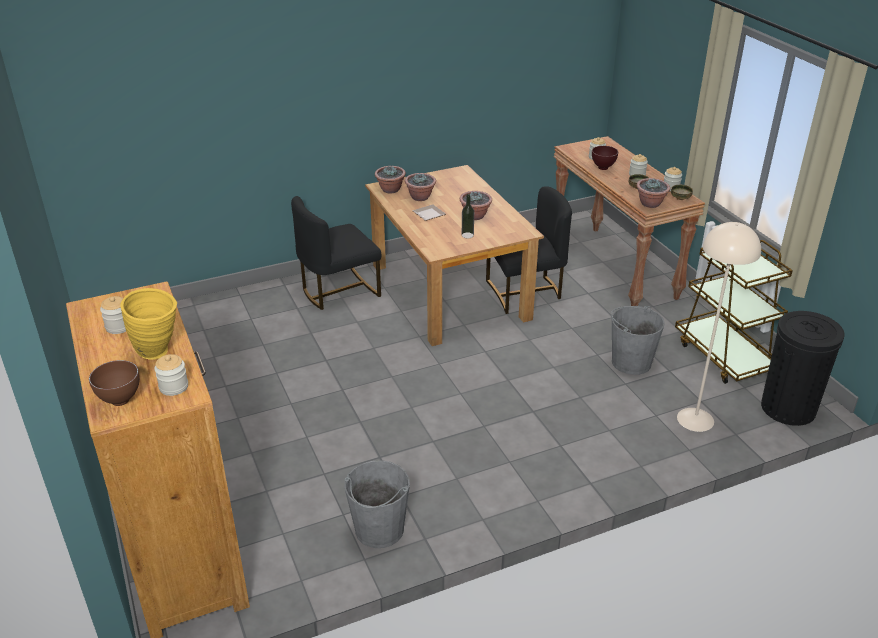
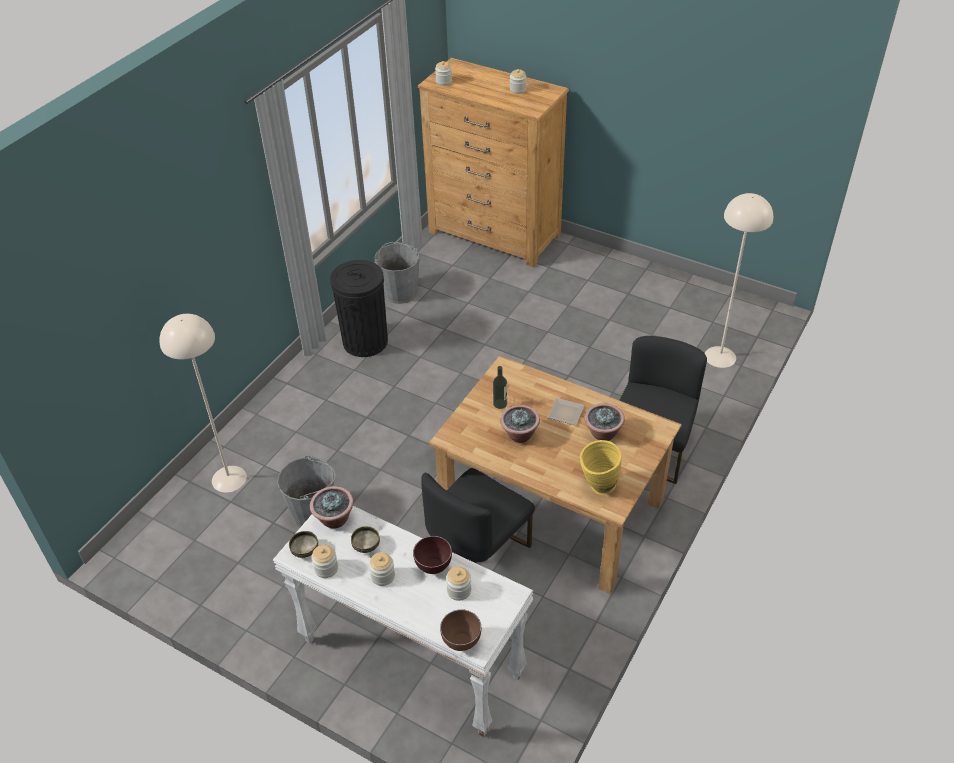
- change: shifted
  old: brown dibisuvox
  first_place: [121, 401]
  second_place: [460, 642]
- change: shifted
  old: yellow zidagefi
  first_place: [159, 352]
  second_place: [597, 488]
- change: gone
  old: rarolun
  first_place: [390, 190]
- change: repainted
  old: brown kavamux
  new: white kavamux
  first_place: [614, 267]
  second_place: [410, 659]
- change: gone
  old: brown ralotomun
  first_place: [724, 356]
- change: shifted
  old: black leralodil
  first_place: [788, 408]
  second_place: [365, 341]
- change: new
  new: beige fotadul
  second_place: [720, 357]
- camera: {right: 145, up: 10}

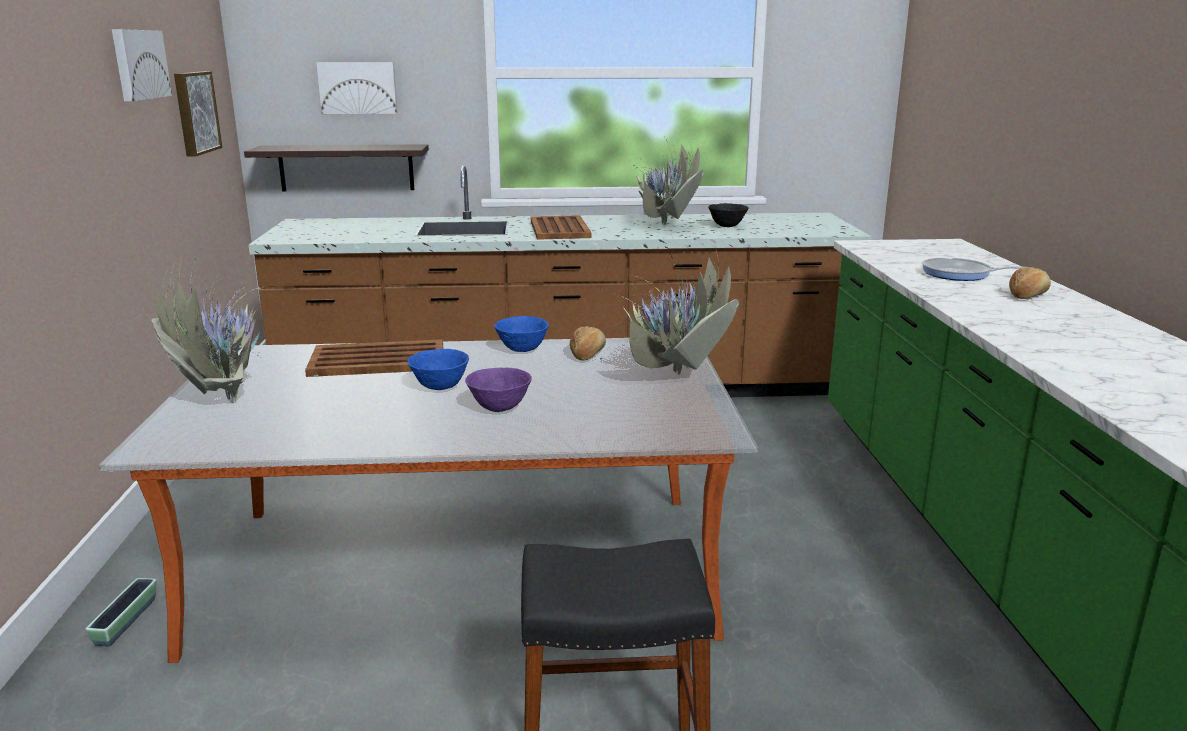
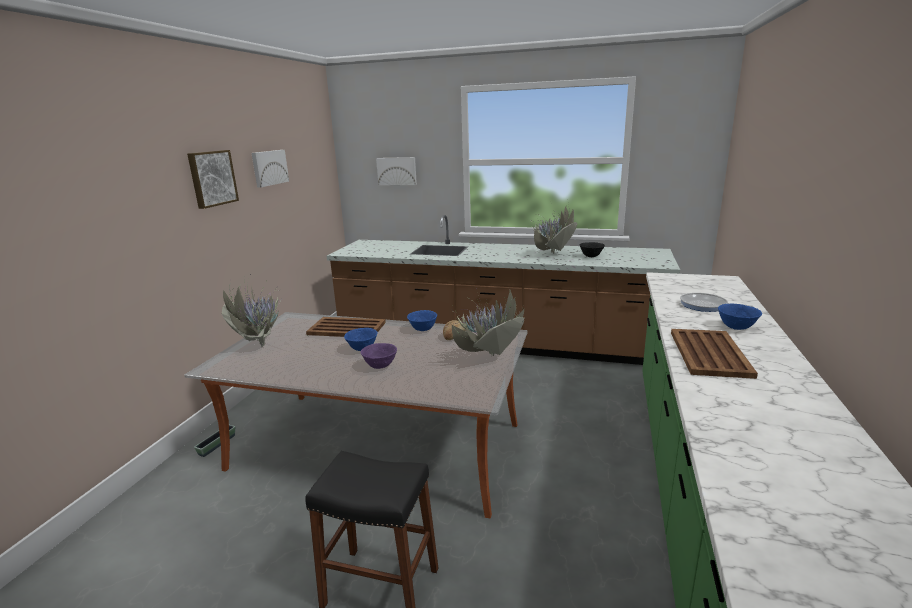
- change: shifted
  old: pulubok
  first_place: [194, 112]
  second_place: [212, 178]
- change: gone
  old: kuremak
  first_place: [346, 167]
- change: shifted
  old: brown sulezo
  first_place: [559, 229]
  second_place: [709, 353]
- change: swapped
  old: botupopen
  new: blue dibisuvox
  first_place: [1027, 296]
  second_place: [736, 328]
- camera: {right: 20, up: 0}

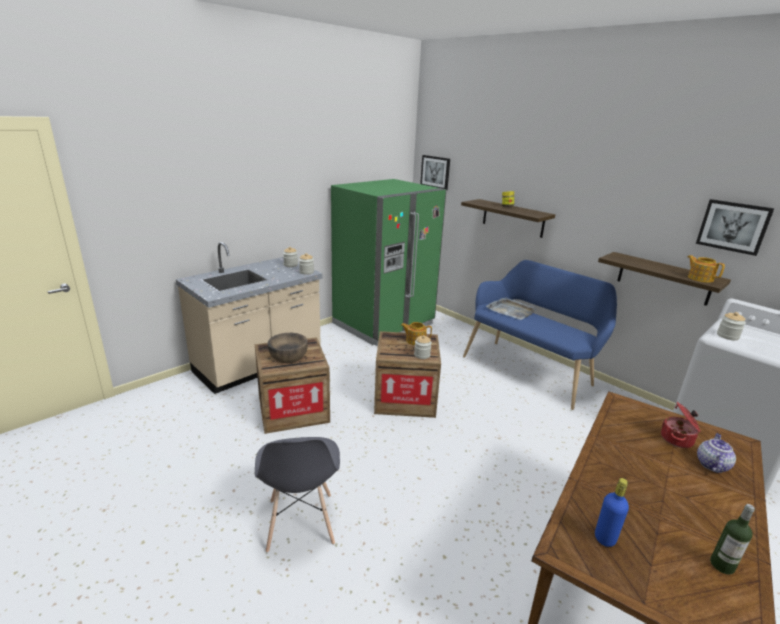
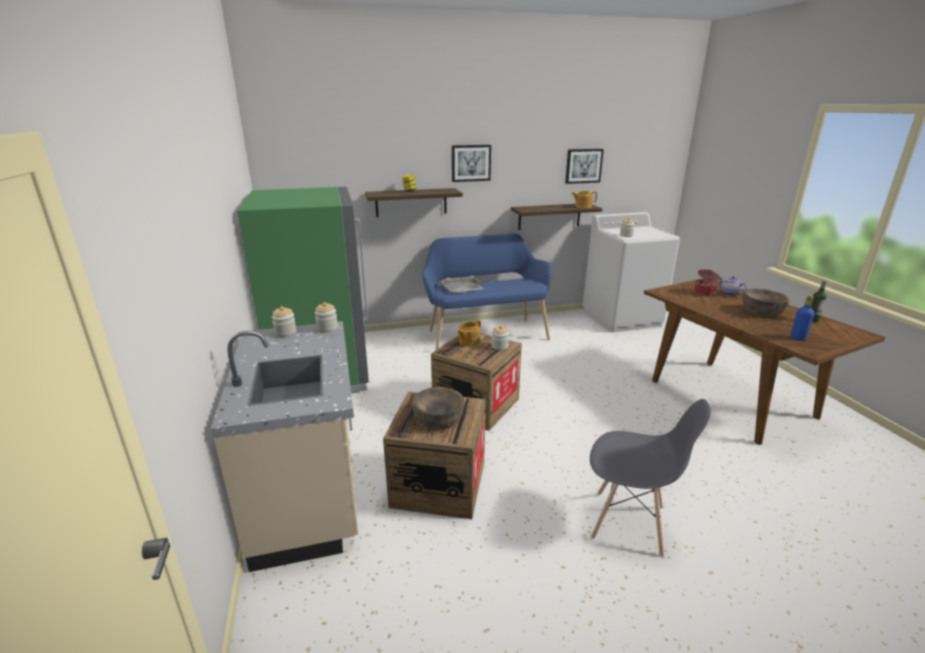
- change: shifted
  old: pulubok
  first_place: [435, 172]
  second_place: [471, 163]
- change: new
  new: brown dibisuvox
  second_place: [762, 311]
- camera: {right: -60, up: 0}

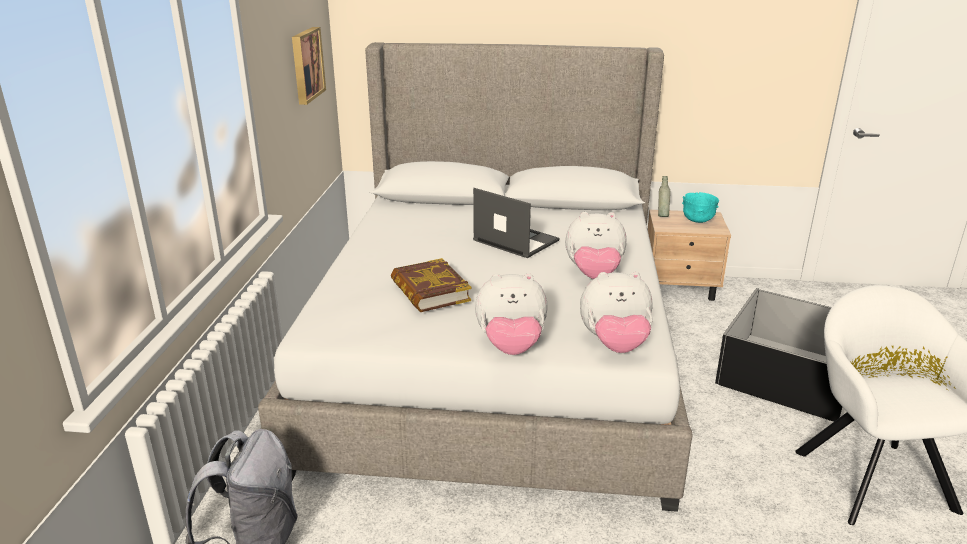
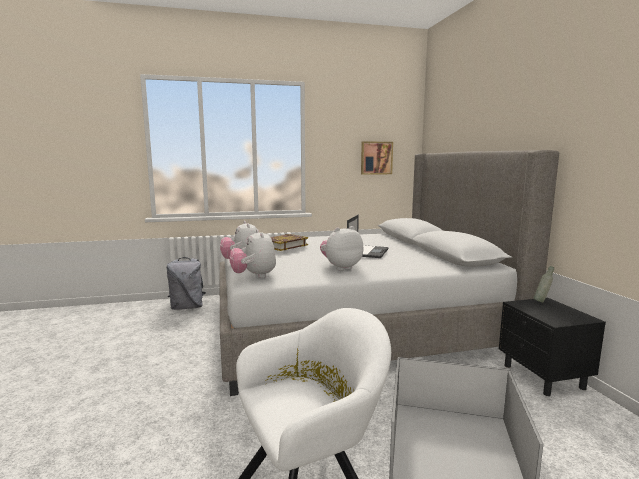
- change: rotated
  old: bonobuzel
  first_place: [594, 275]
  second_place: [340, 267]
  degrees: 75
- change: repainted
  old: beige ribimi
  new: black ribimi
  first_place: [681, 288]
  second_place: [543, 377]
- change: gone
  old: turquoise dibisuvox
  first_place: [697, 220]
- camera: {right: 70, up: -15}

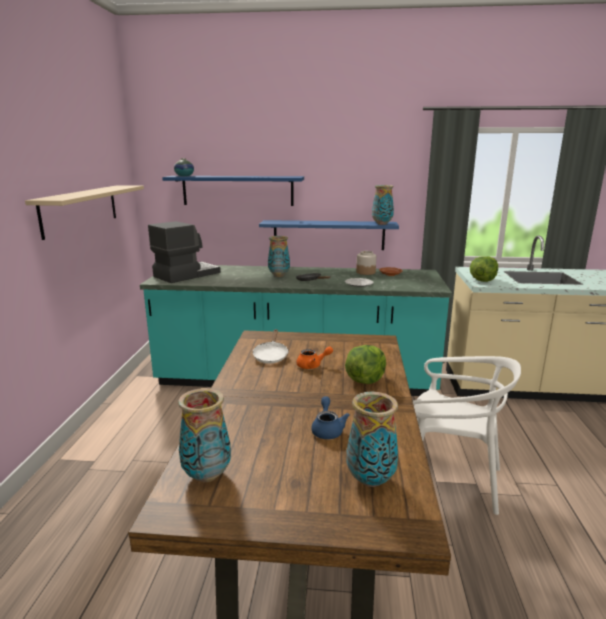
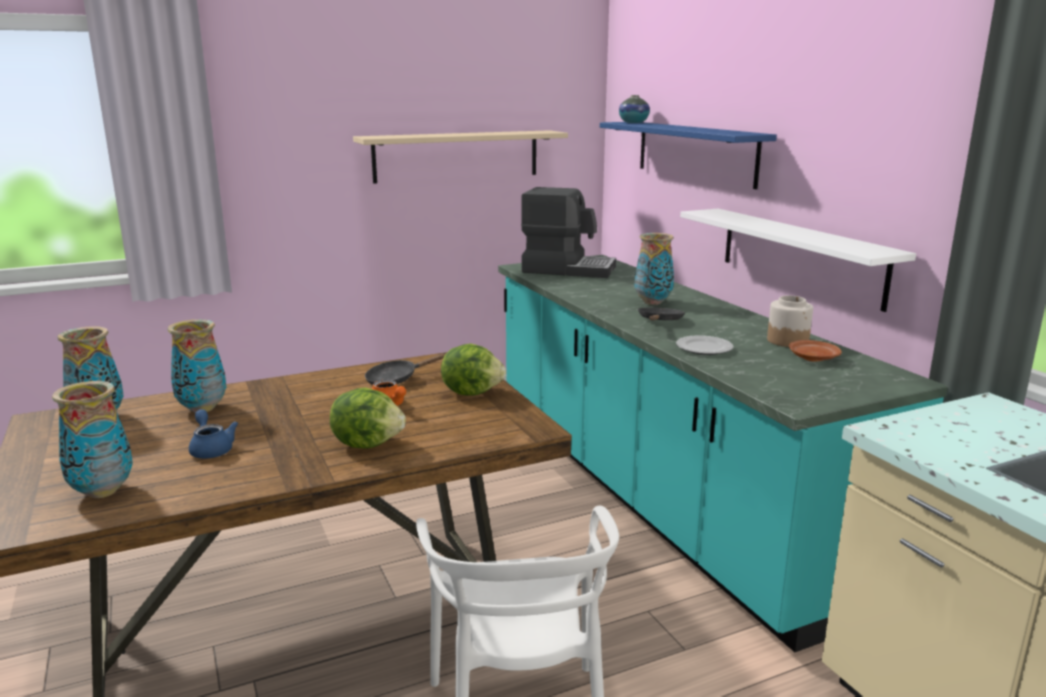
- change: repainted
  old: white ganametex
  new: black ganametex
  first_place: [271, 356]
  second_place: [396, 379]
- change: repainted
  old: blue kuremak
  new: white kuremak
  first_place: [328, 235]
  second_place: [800, 256]
- change: rotated
  old: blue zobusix
  first_place: [327, 429]
  second_place: [211, 449]
  degrees: -90
- change: shifted
  old: zidagefi
  first_place: [381, 224]
  second_place: [202, 409]
- change: shifted
  old: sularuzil
  first_place: [482, 280]
  second_place: [472, 392]
- camera: {right: 60, up: 0}

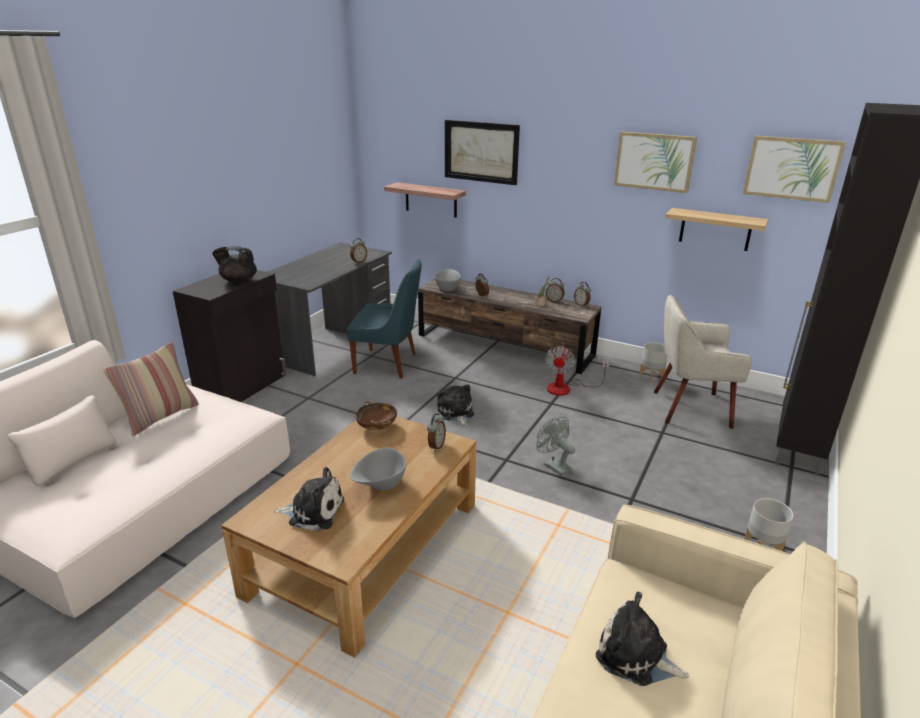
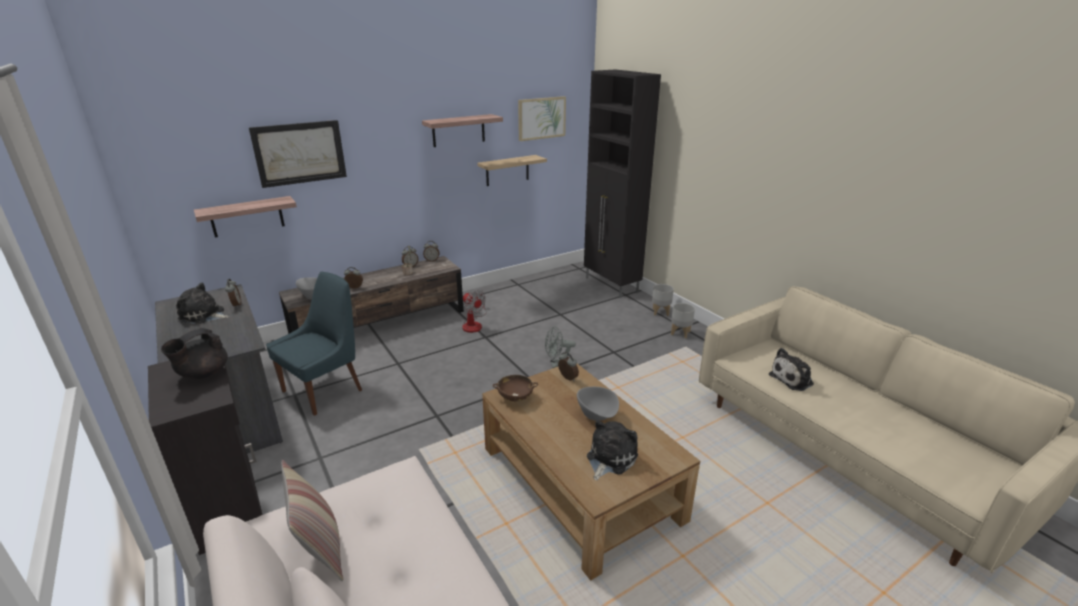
- change: shifted
  old: bonobuzel
  first_place: [456, 413]
  second_place: [204, 315]
- change: swapped
  old: pulubok
  new: kuremak
  first_place: [654, 161]
  second_place: [458, 130]
- change: shifted
  old: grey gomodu
  first_place: [651, 376]
  second_place: [660, 312]
- change: gone
  old: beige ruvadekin
  first_place: [690, 408]
- camera: {right: -60, up: 0}

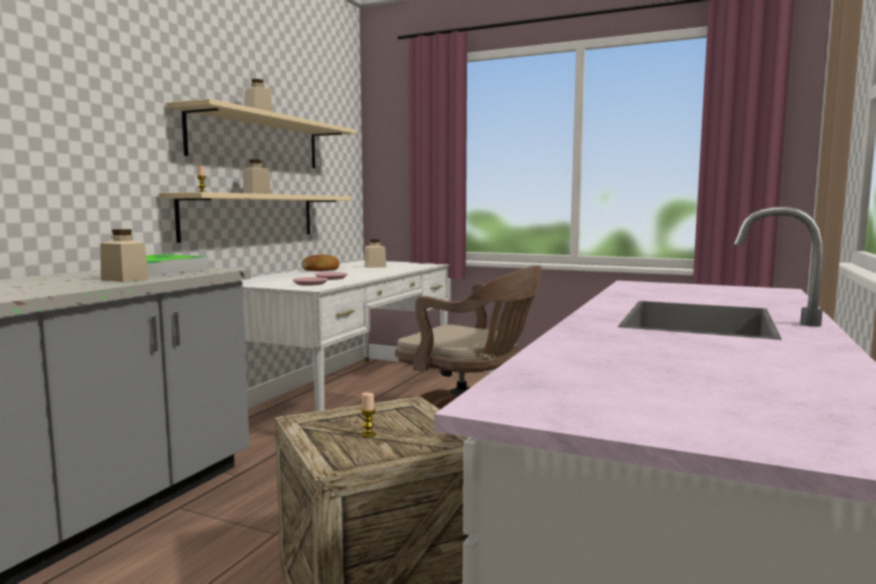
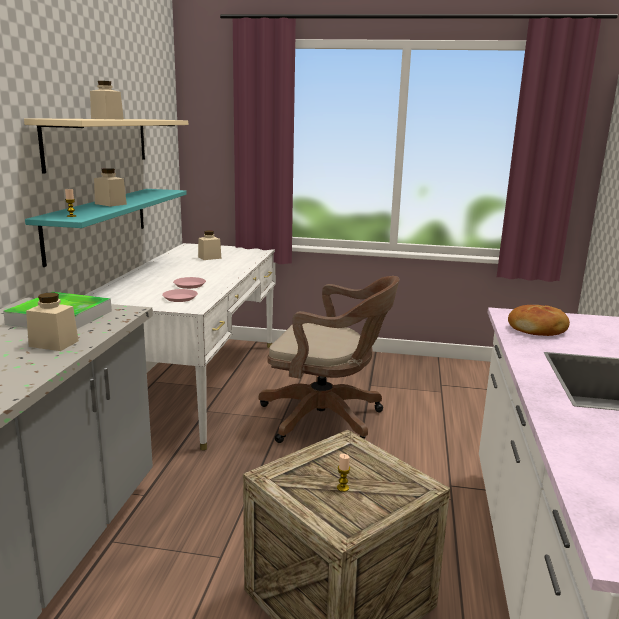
- change: repainted
  old: beige kuremak
  new: turquoise kuremak
  first_place: [251, 216]
  second_place: [98, 223]
- change: shifted
  old: botupopen
  first_place: [321, 270]
  second_place: [538, 329]
- camera: {right: -15, up: 10}

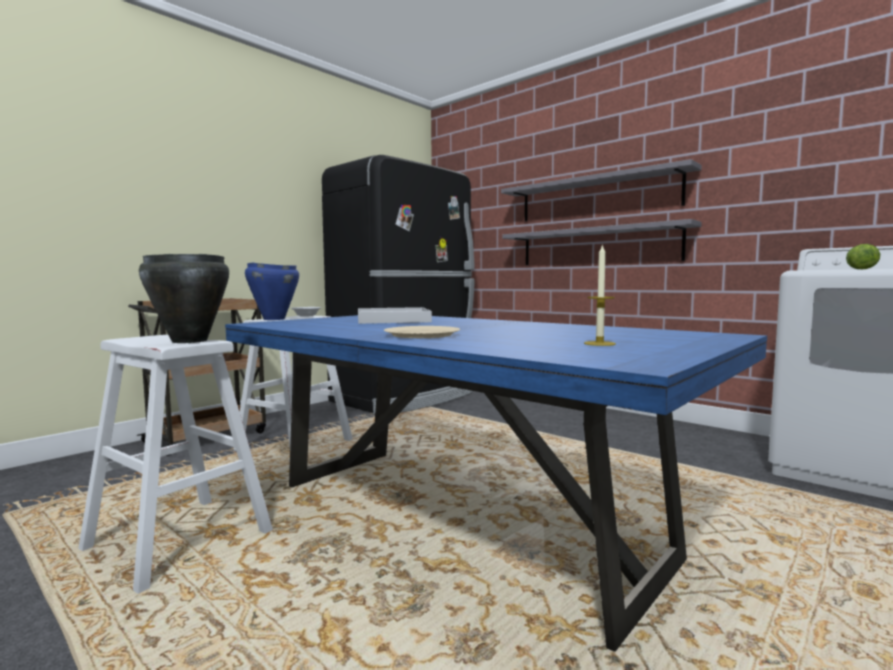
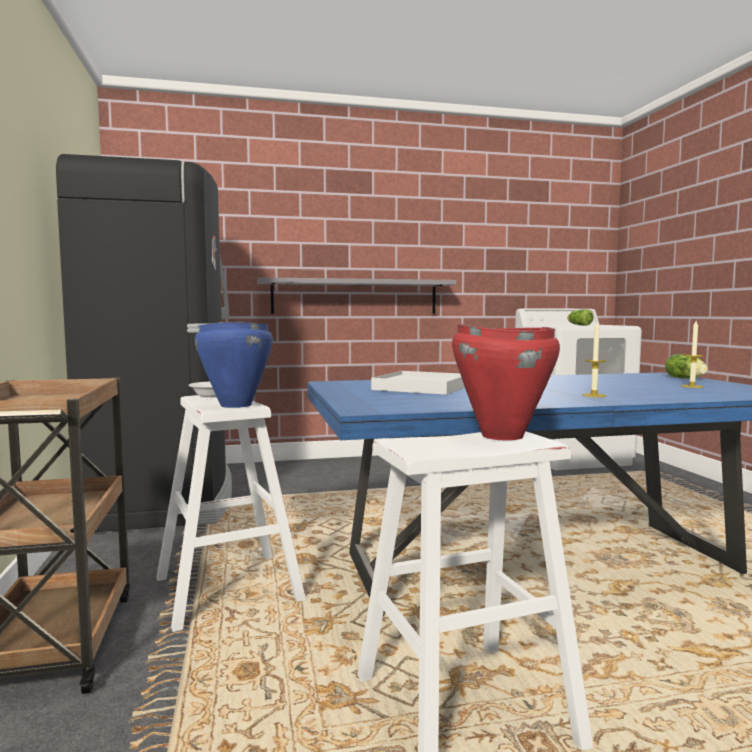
- change: repainted
  old: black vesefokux
  new: red vesefokux
  first_place: [190, 341]
  second_place: [501, 436]
- change: swapped
  old: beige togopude
  new: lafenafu
  first_place: [422, 335]
  second_place: [594, 395]
- change: gone
  old: grey kuremak
  first_place: [596, 197]
- change: new
  new: sularuzil
  second_place: [686, 378]
- camera: {right: -55, up: 0}

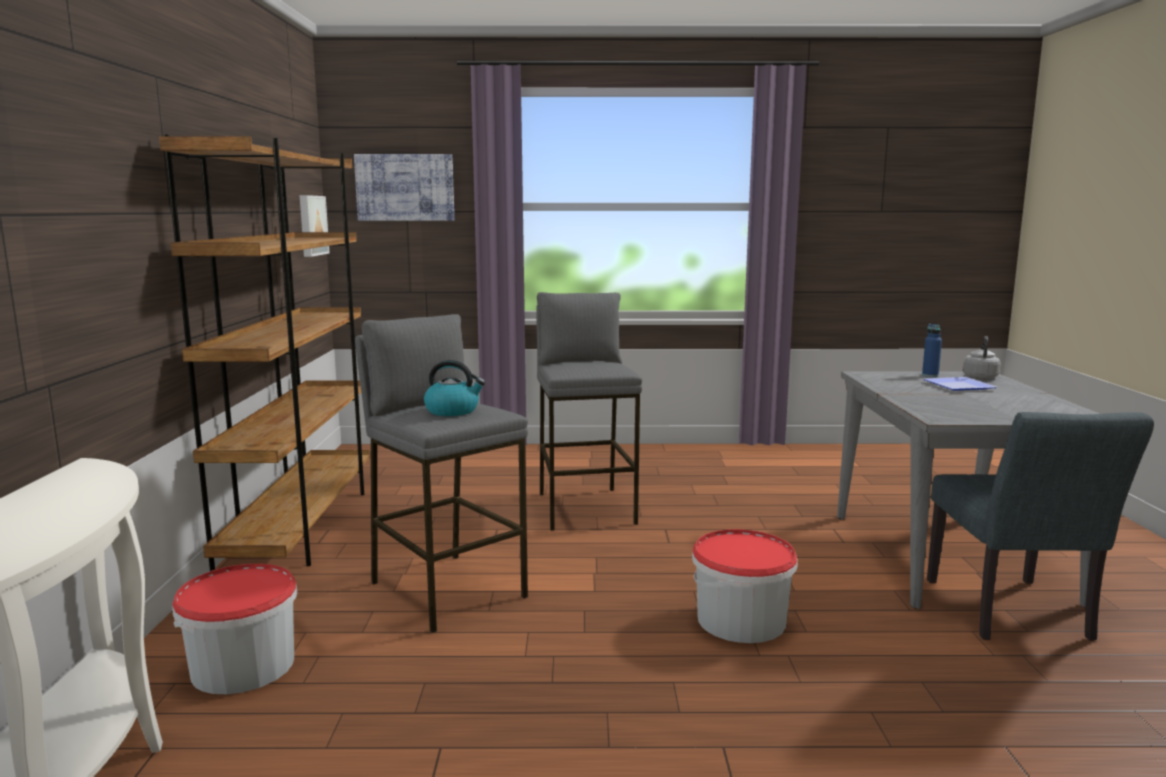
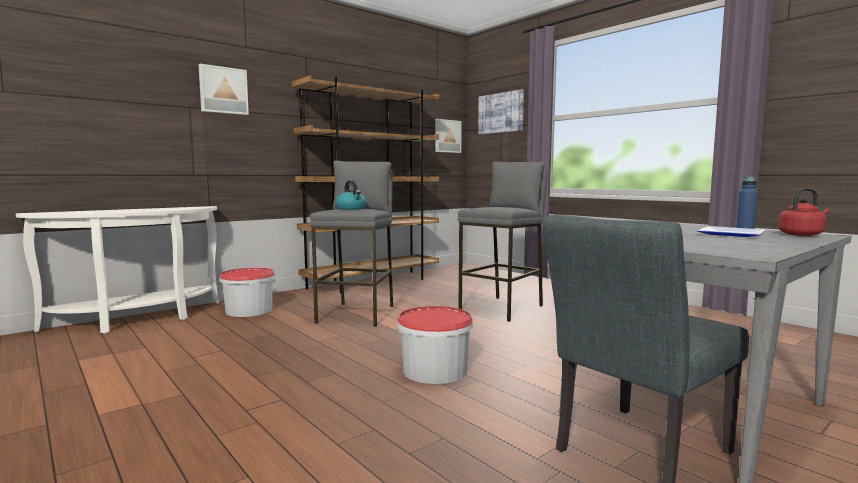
- change: repainted
  old: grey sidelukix
  new: red sidelukix
  first_place: [980, 377]
  second_place: [802, 234]
- change: new
  new: pulubok
  second_place: [223, 90]
- camera: {right: 50, up: -5}

